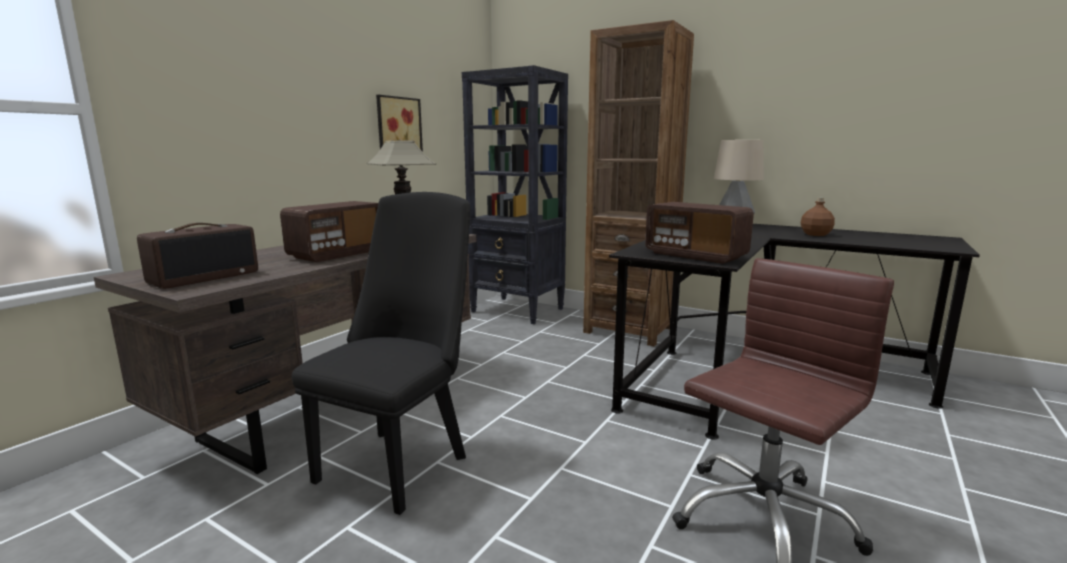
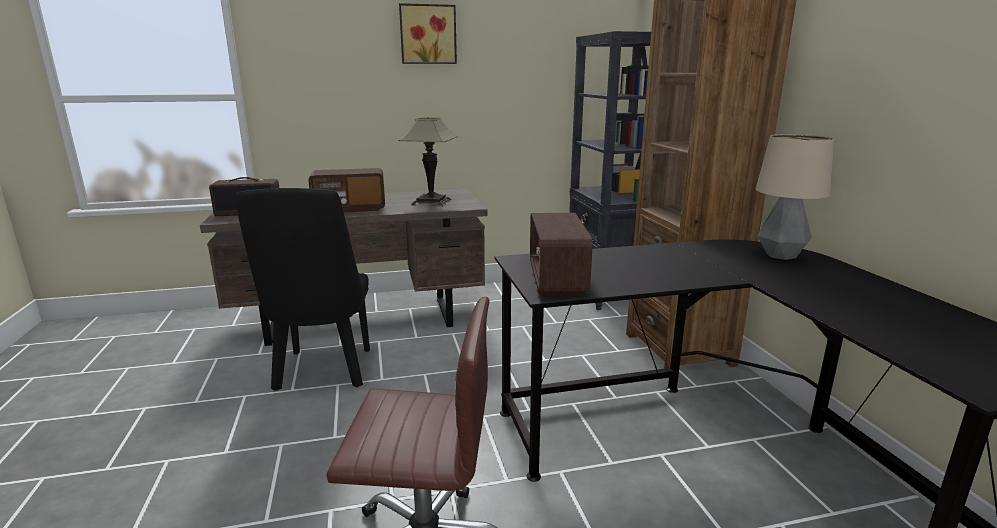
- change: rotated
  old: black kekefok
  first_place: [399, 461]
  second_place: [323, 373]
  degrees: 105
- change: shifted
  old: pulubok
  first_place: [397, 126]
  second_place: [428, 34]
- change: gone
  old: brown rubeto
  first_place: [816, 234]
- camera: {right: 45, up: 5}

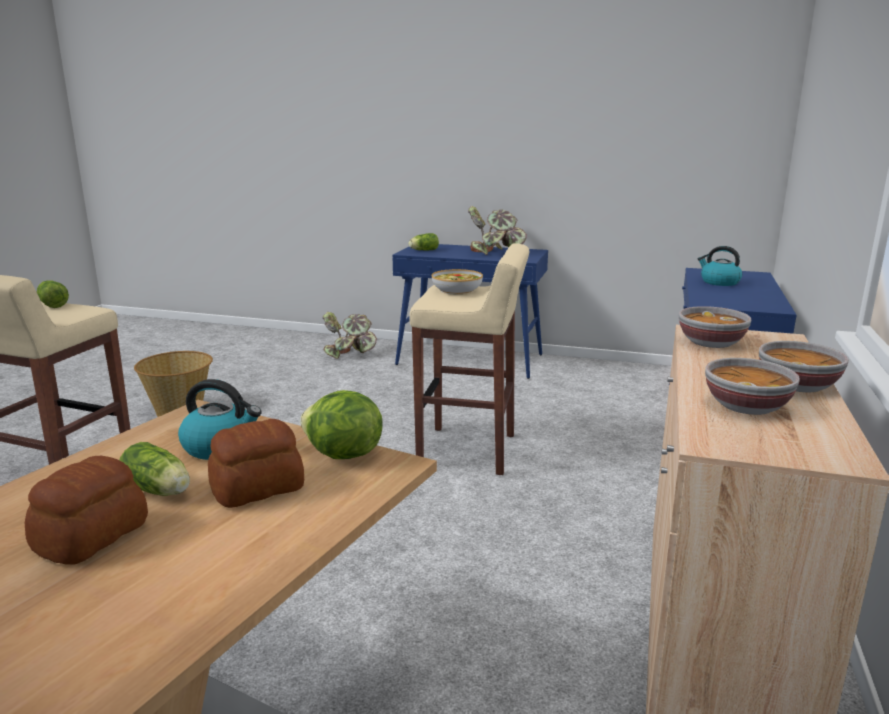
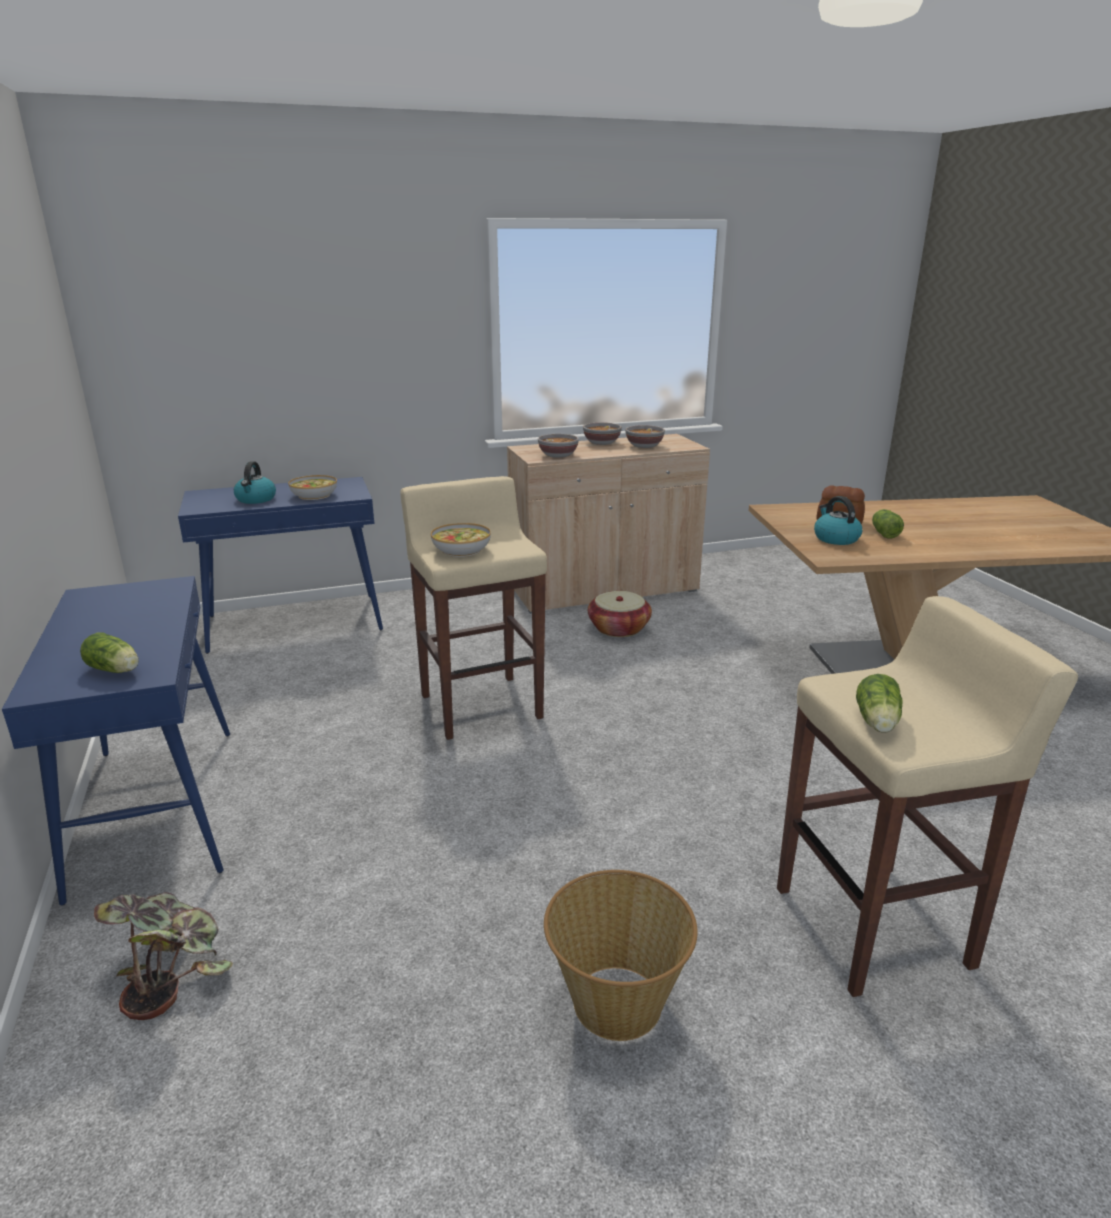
- change: gone
  old: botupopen
  first_place: [93, 536]
- change: gone
  old: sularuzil
  first_place: [342, 455]
- change: gone
  old: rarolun
  first_place: [494, 252]
- change: new
  new: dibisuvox
  second_place: [314, 495]
- change: new
  new: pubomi
  second_place: [619, 628]
- camera: {right: -125, up: 5}

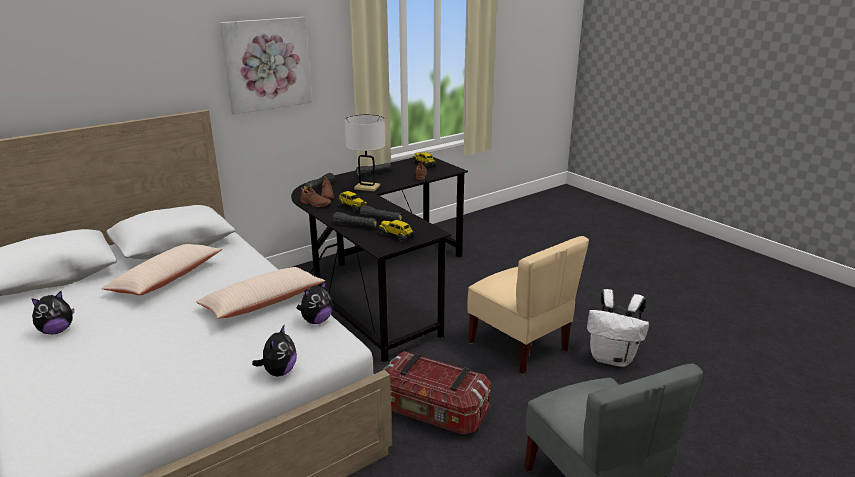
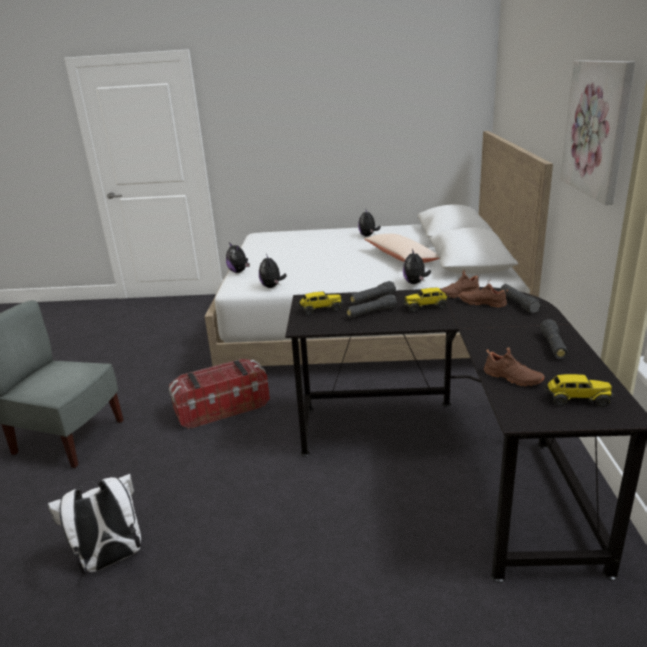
- change: gone
  old: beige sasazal
  first_place: [263, 303]
- change: gone
  old: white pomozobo
  first_place: [367, 187]
- change: gone
  old: beige kekefok
  first_place: [519, 346]
- change: new
  new: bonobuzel
  second_place: [415, 283]
- camera: {right: 130, up: 0}

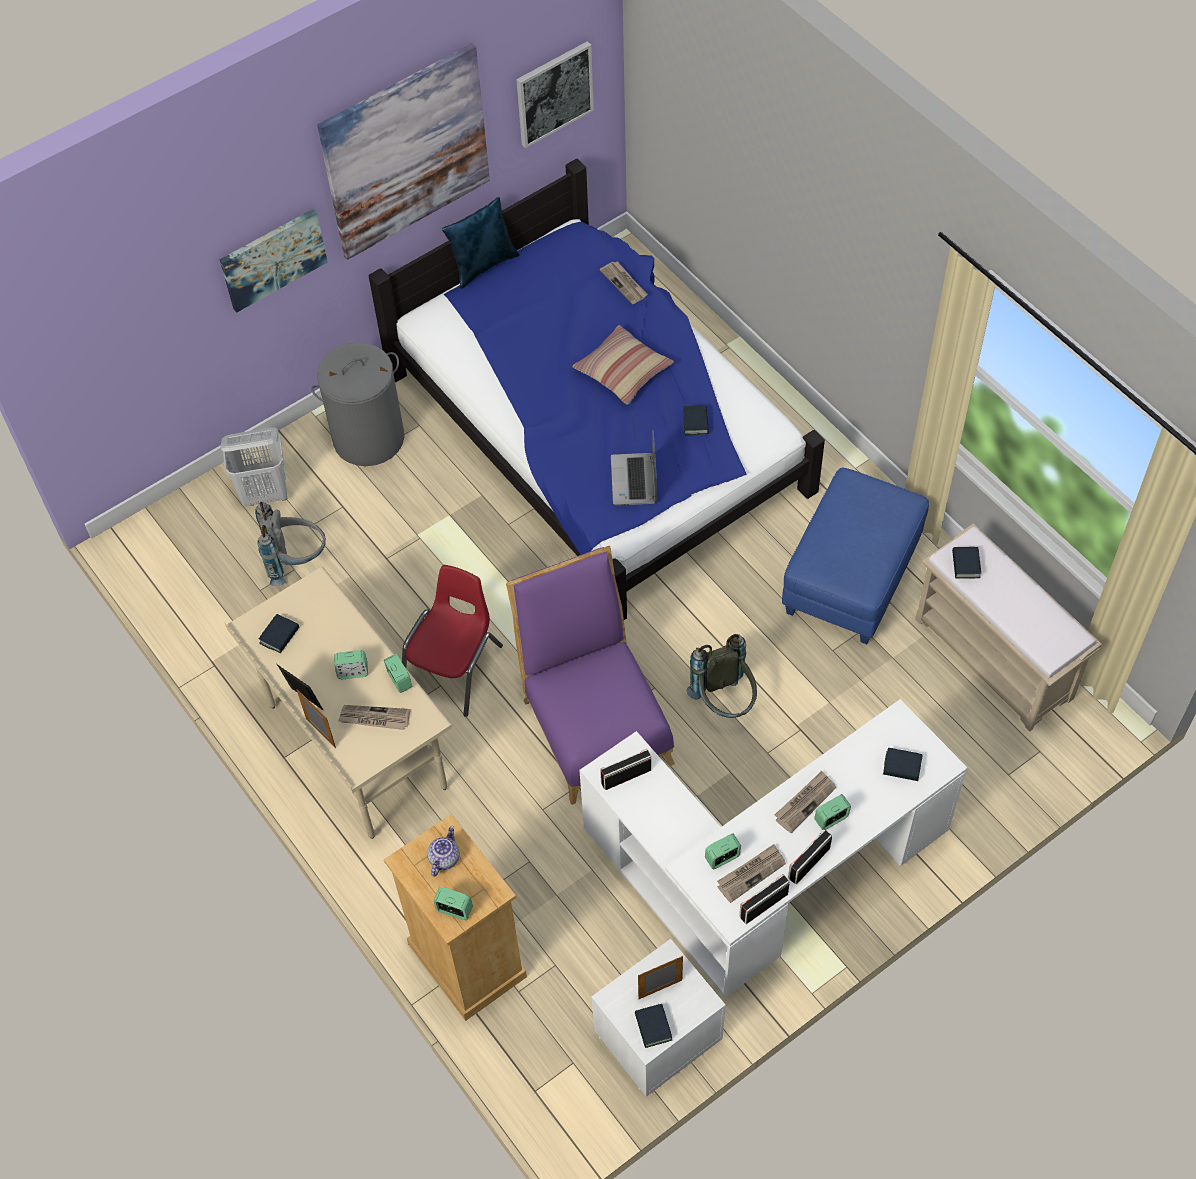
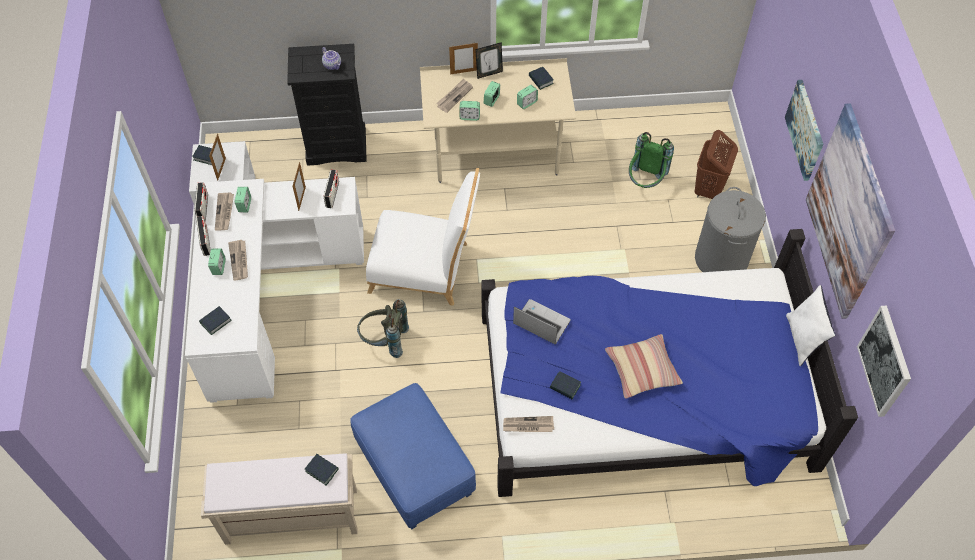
- change: repainted
  old: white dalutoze
  new: brown dalutoze
  first_place: [265, 493]
  second_place: [708, 189]
- change: repainted
  old: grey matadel
  new: green matadel
  first_place: [296, 561]
  second_place: [645, 182]
- change: repainted
  old: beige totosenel
  new: black totosenel
  first_place: [466, 960]
  second_place: [337, 146]
- change: gone
  old: red kekefok
  first_place: [454, 668]
- change: shifted
  old: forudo
  first_place: [454, 909]
  second_place: [527, 103]
- change: repainted
  old: blue sasazal
  new: white sasazal
  first_place: [483, 265]
  second_place: [803, 339]
- change: repainted
  old: purple kekefok
  new: white kekefok
  first_place: [594, 722]
  second_place: [425, 269]
- change: shifted
  old: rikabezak
  first_place: [624, 283]
  second_place: [528, 425]
- change: new
  new: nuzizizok
  second_place: [302, 199]
- camera: {right: 120, up: 0}

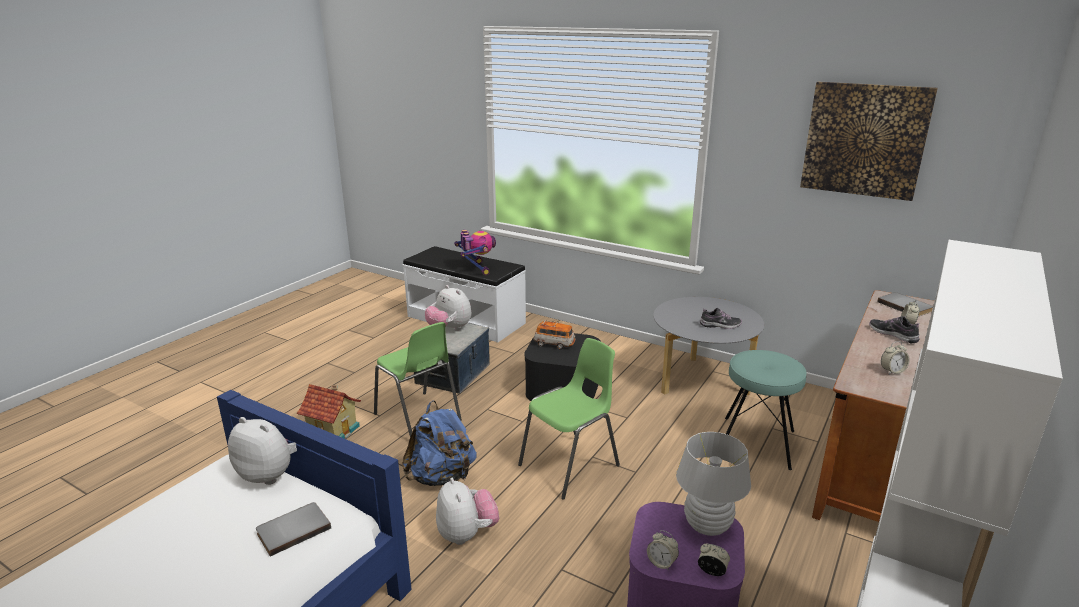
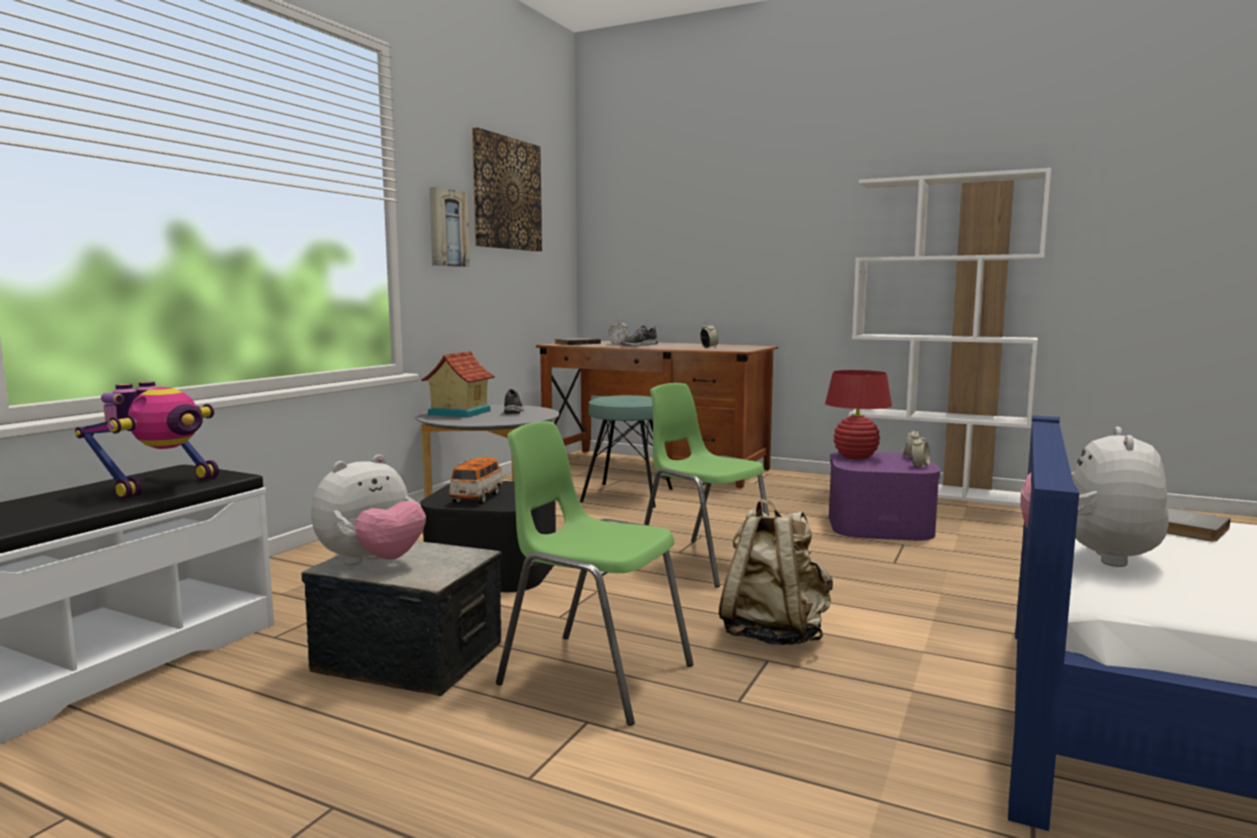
- change: shifted
  old: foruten
  first_place: [333, 430]
  second_place: [458, 413]
- change: rotated
  old: green kekefok
  first_place: [418, 418]
  second_place: [594, 675]
  degrees: -105
- change: repainted
  old: blue matadel
  new: beige matadel
  first_place: [441, 477]
  second_place: [773, 634]
- change: gone
  old: bonobuzel
  first_place: [467, 534]
- change: rotated
  old: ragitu
  first_place: [476, 269]
  second_place: [161, 486]
  degrees: 135
- change: repainted
  old: white pomozobo
  new: red pomozobo
  first_place: [707, 526]
  second_place: [855, 457]
- change: new
  new: pulubok
  second_place: [447, 228]
- camera: {right: -95, up: -15}

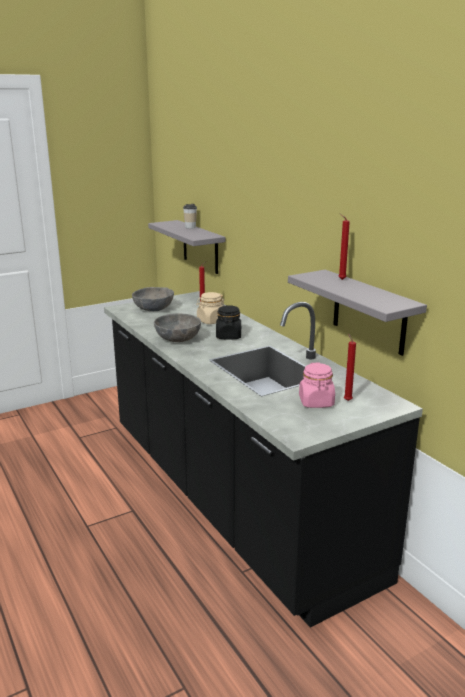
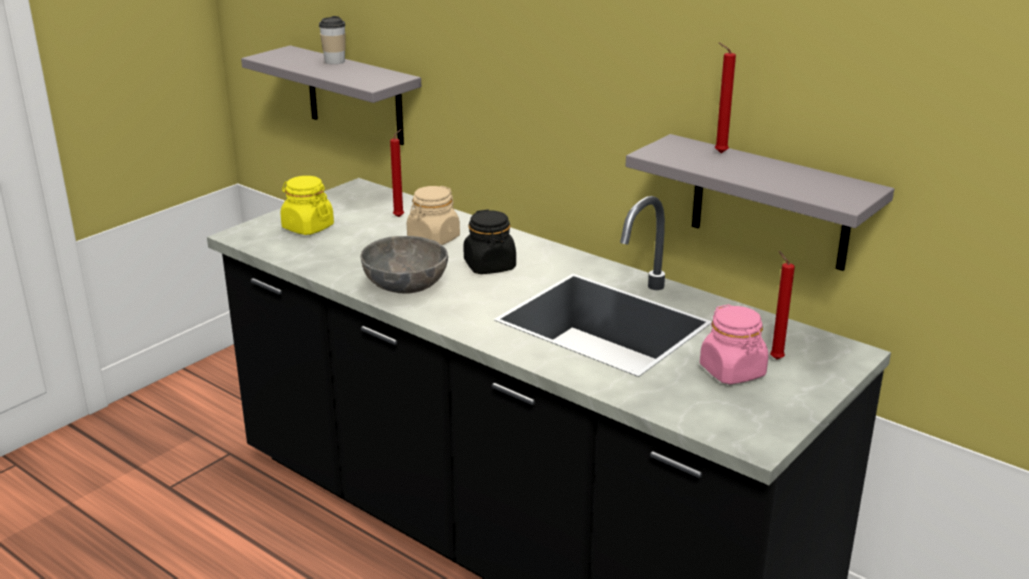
- change: swapped
  old: grey dibisuvox
  new: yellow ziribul
  first_place: [154, 309]
  second_place: [307, 227]
- camera: {right: -20, up: 5}

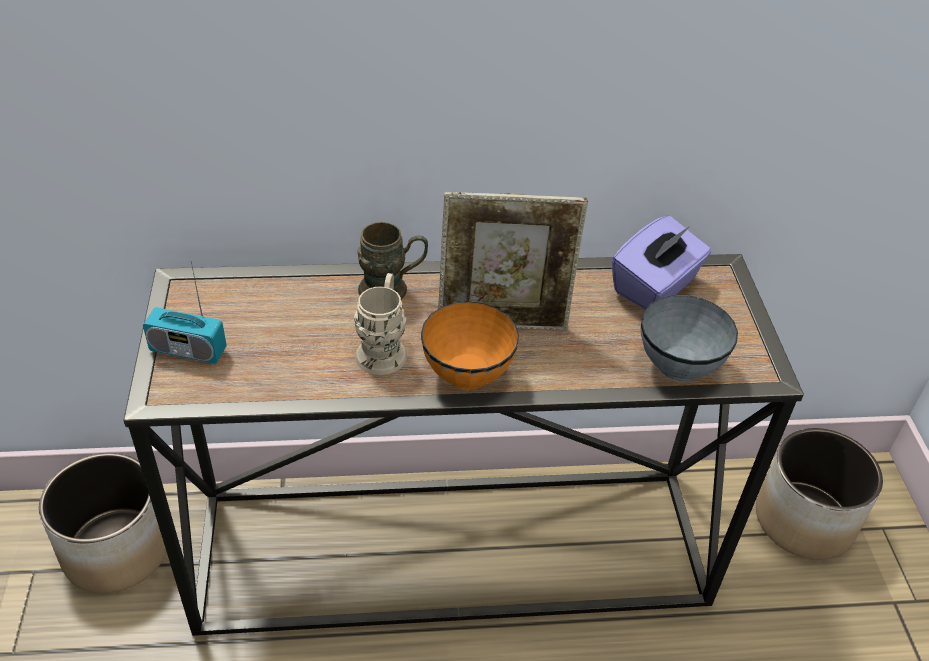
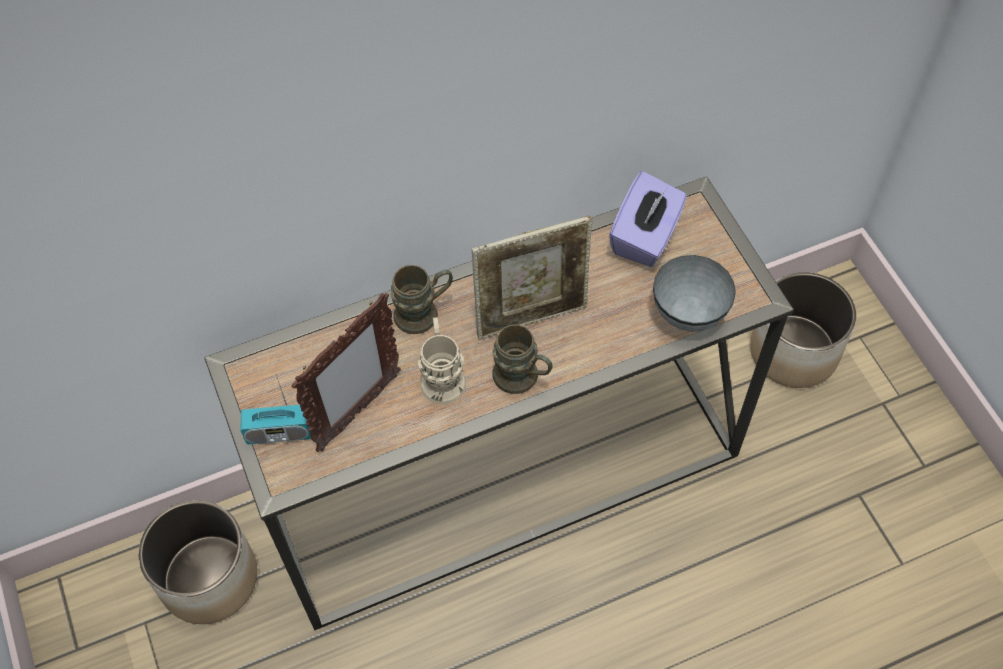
- change: swapped
  old: orange dibisuvox
  new: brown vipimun
  first_place: [468, 373]
  second_place: [523, 378]
- change: new
  new: nuzizizok
  second_place: [358, 412]
- camera: {right: -15, up: 15}

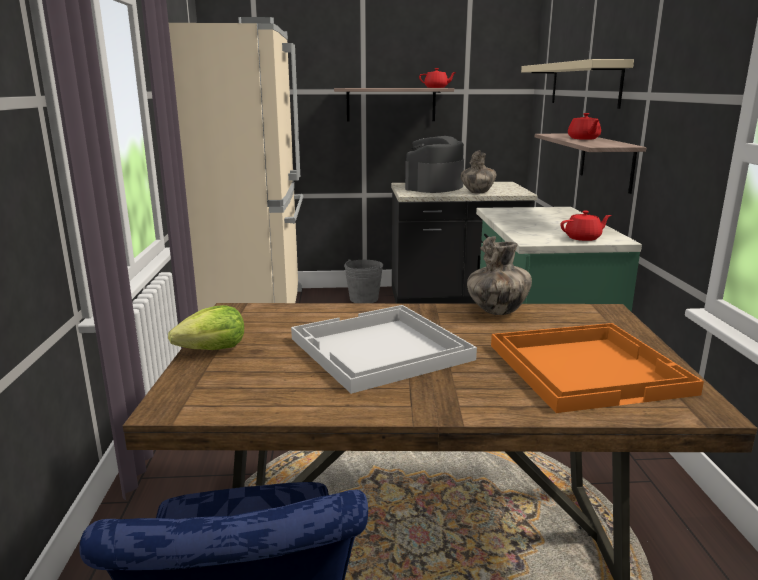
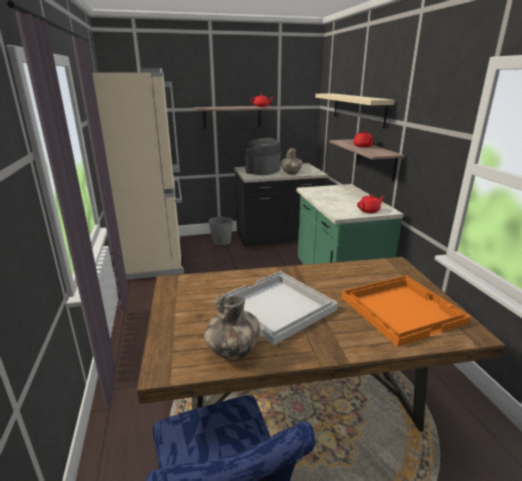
- change: gone
  old: sularuzil
  first_place: [213, 349]
- change: shifted
  old: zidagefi
  first_place: [497, 311]
  second_place: [233, 352]
- camera: {right: -10, up: 5}

